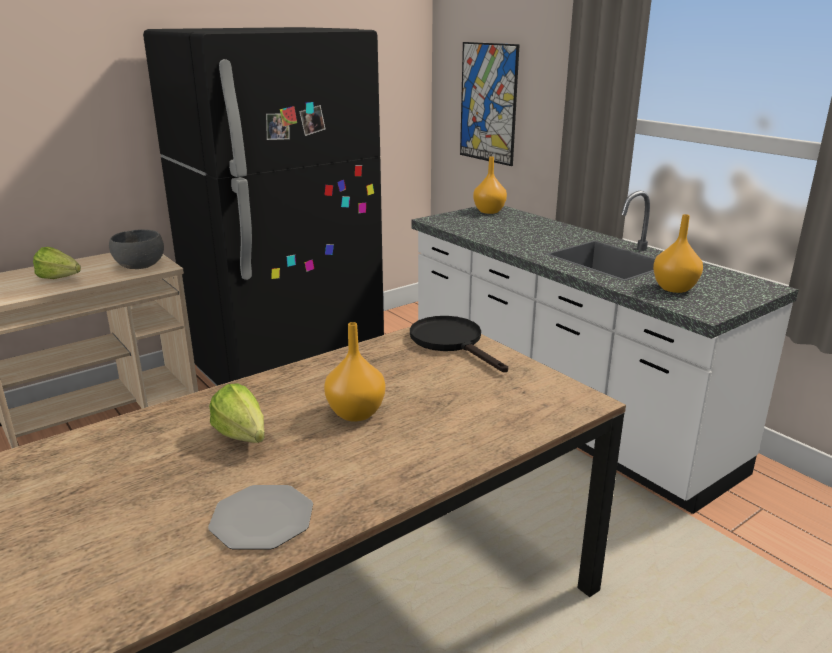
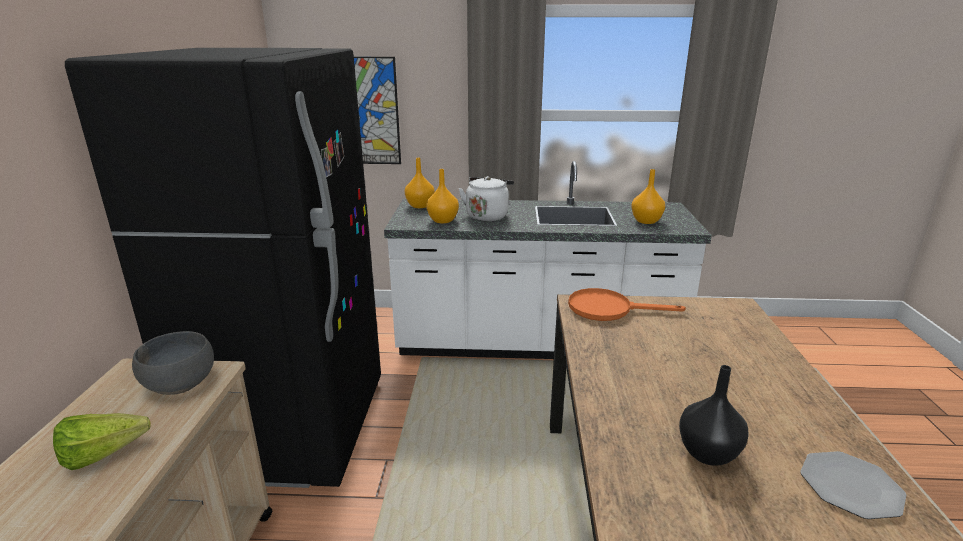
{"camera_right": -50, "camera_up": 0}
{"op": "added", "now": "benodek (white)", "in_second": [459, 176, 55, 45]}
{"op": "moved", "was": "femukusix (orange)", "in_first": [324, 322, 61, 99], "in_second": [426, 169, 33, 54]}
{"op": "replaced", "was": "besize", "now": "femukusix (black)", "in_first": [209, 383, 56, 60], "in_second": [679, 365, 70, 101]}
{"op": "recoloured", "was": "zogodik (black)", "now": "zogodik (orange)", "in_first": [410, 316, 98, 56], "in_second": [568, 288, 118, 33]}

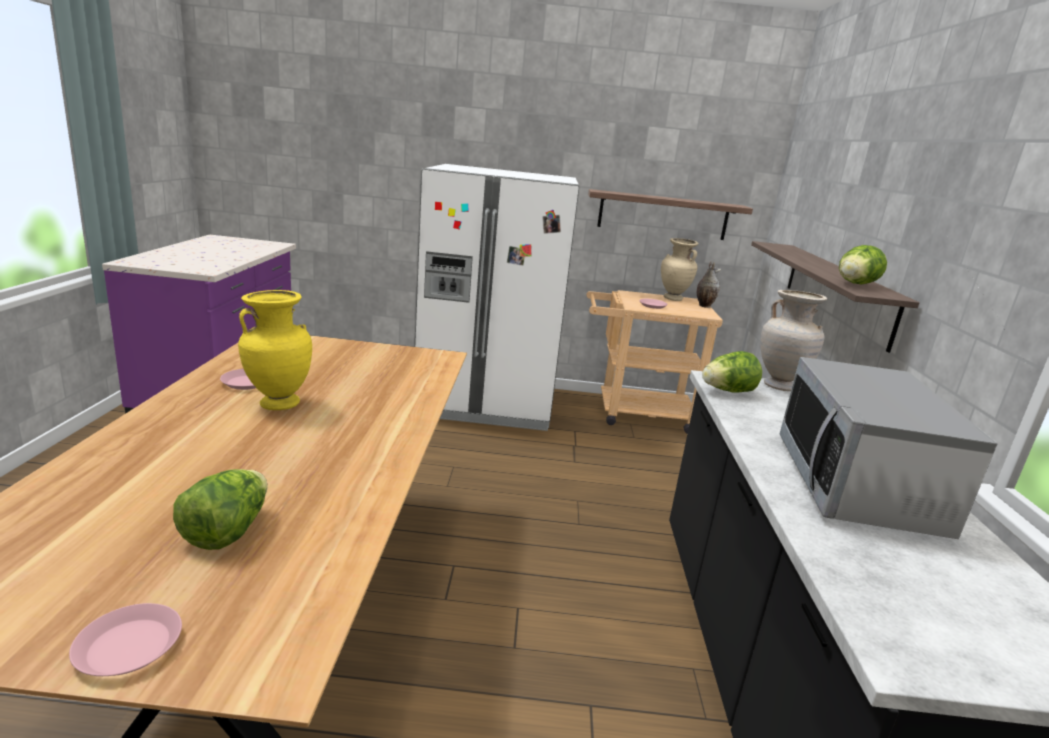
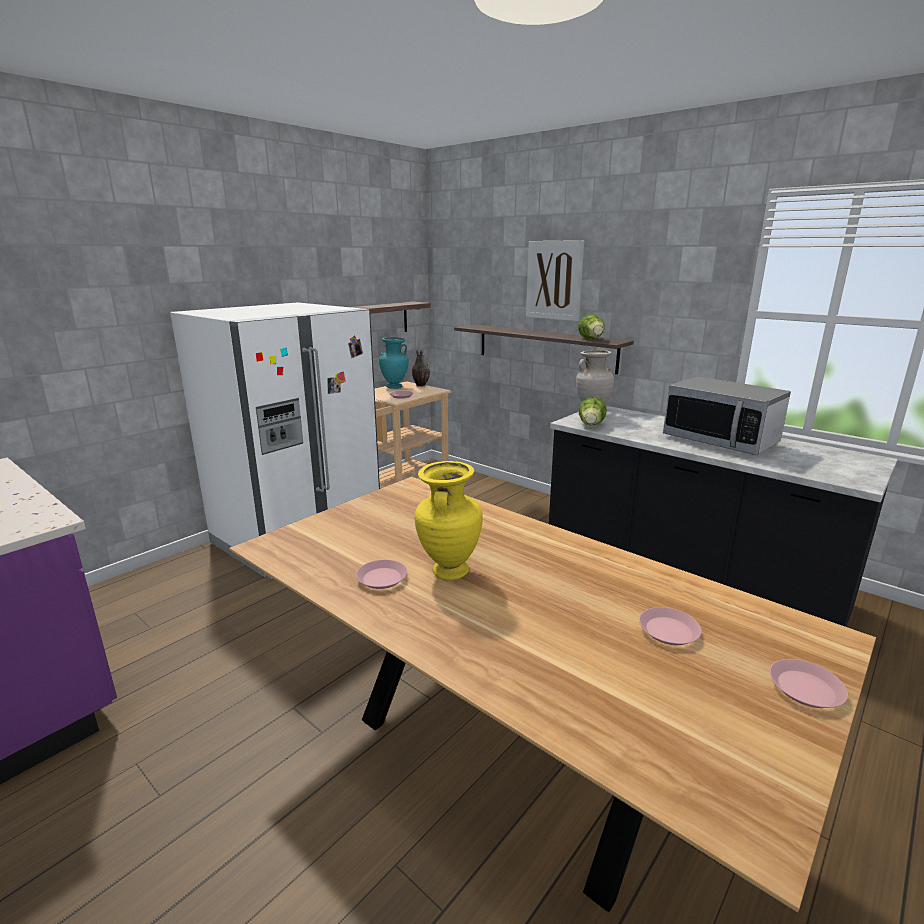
{"camera_right": -50, "camera_up": 0}
{"op": "added", "now": "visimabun", "in_second": [526, 240, 58, 81]}
{"op": "replaced", "was": "besize", "now": "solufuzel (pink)", "in_first": [173, 469, 95, 81], "in_second": [639, 607, 63, 38]}
{"op": "recoloured", "was": "femukusix (beige)", "now": "femukusix (turquoise)", "in_first": [661, 238, 38, 63], "in_second": [379, 337, 30, 52]}

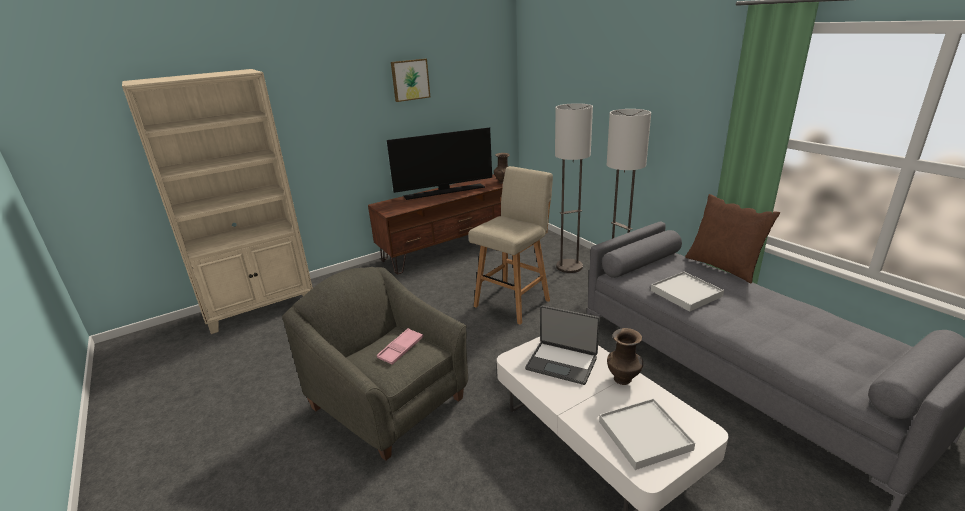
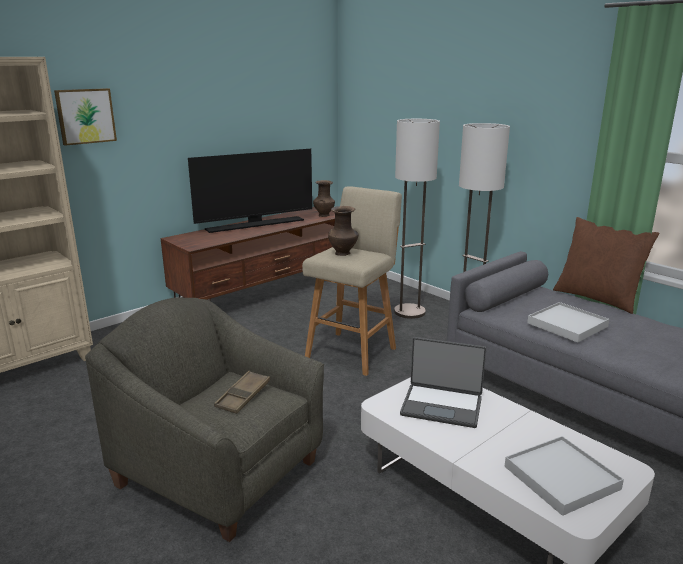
{"camera_right": -10, "camera_up": -5}
{"op": "moved", "was": "visimabun", "in_first": [391, 59, 39, 43], "in_second": [54, 88, 63, 58]}
{"op": "moved", "was": "femukusix (brown)", "in_first": [607, 328, 36, 57], "in_second": [328, 206, 30, 50]}
{"op": "recoloured", "was": "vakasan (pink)", "now": "vakasan (brown)", "in_first": [377, 328, 46, 37], "in_second": [214, 371, 56, 43]}

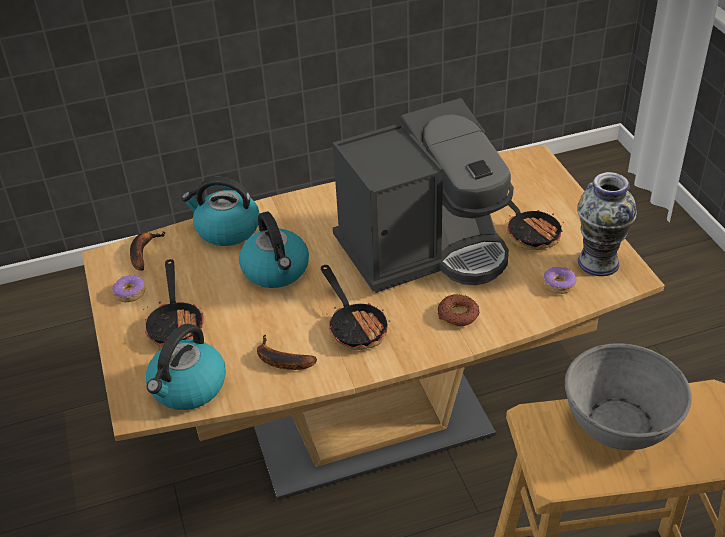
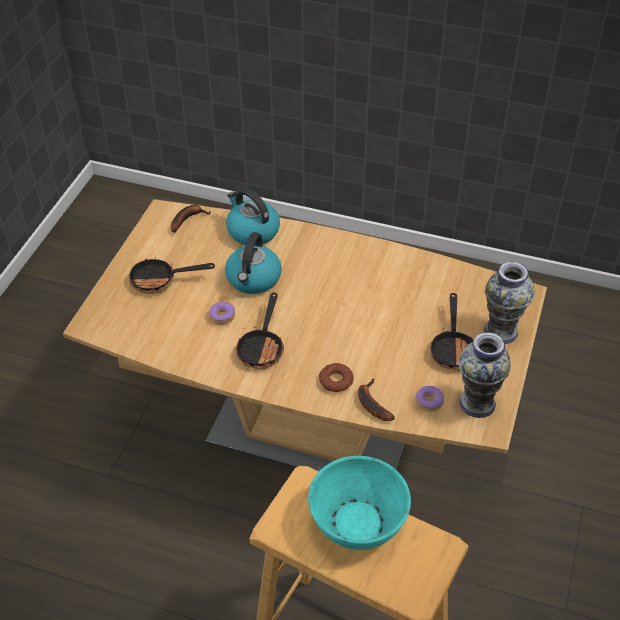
{"camera_right": 35, "camera_up": 5}
{"op": "removed", "was": "benodek", "in_first": [146, 324, 80, 86]}
{"op": "removed", "was": "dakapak", "in_first": [333, 98, 181, 195]}
{"op": "added", "now": "femukusix", "in_second": [484, 262, 51, 82]}
{"op": "moved", "was": "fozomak", "in_first": [113, 275, 32, 27], "in_second": [208, 301, 27, 24]}
{"op": "moved", "was": "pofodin", "in_first": [257, 335, 60, 35], "in_second": [358, 378, 37, 43]}
{"op": "recoloured", "was": "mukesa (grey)", "now": "mukesa (turquoise)", "in_first": [565, 343, 127, 107], "in_second": [308, 456, 103, 94]}
{"op": "turned", "was": "zogodik", "in_first": [143, 259, 61, 88], "in_second": [128, 256, 87, 38], "clockwise": 60}

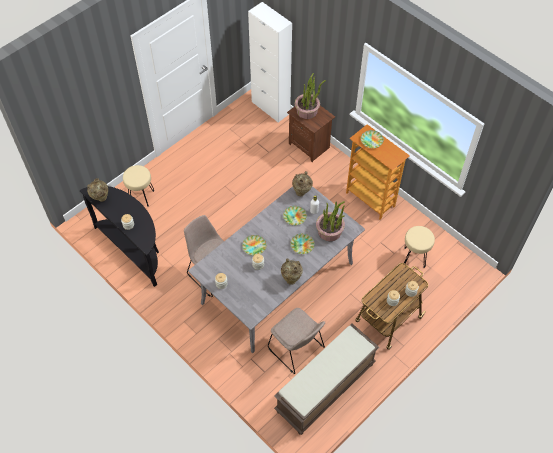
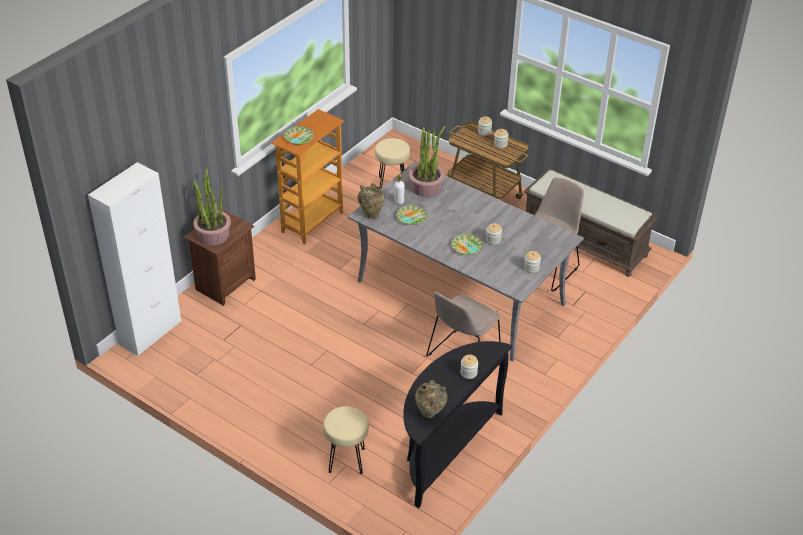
{"camera_right": -100, "camera_up": -15}
{"op": "removed", "was": "femukusix (beige)", "in_first": [281, 258, 22, 27]}
{"op": "removed", "was": "solufuzel", "in_first": [290, 234, 25, 20]}

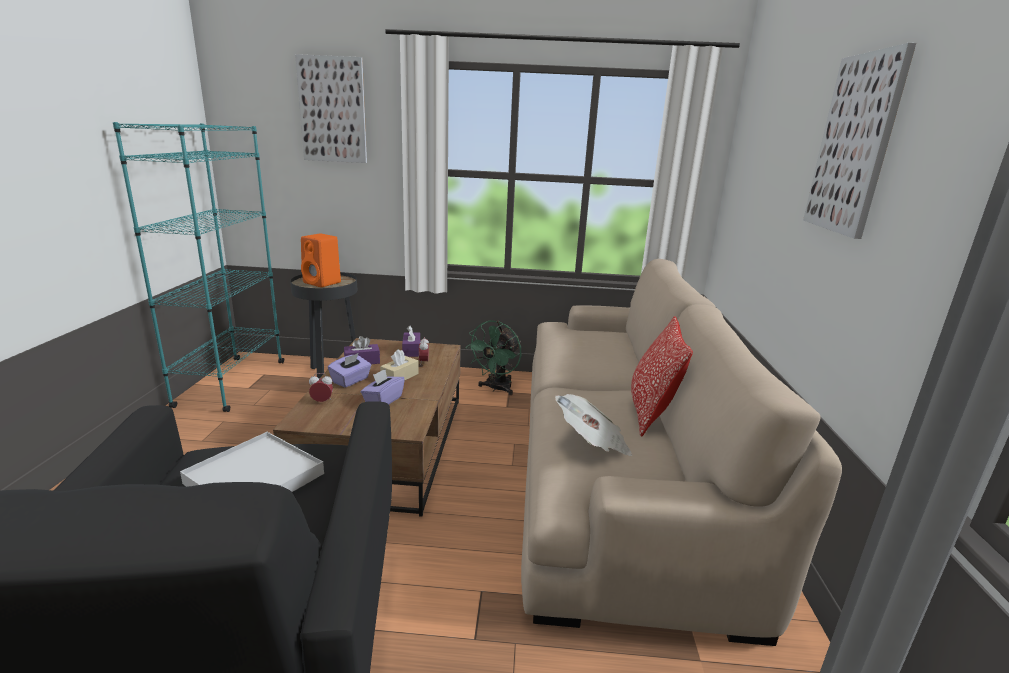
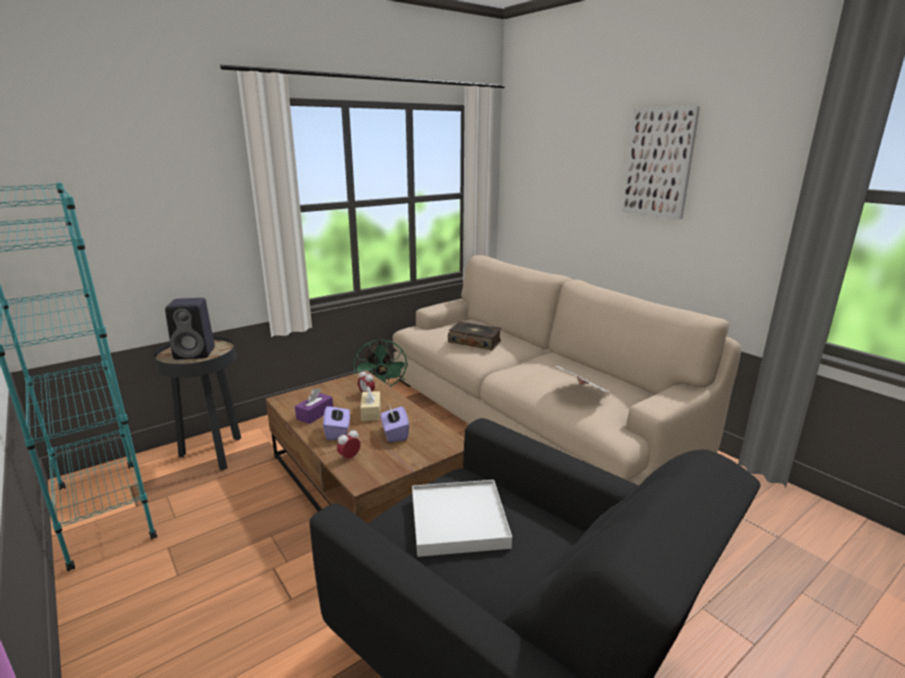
{"camera_right": -40, "camera_up": 0}
{"op": "removed", "was": "visimabun", "in_first": [295, 54, 72, 109]}
{"op": "removed", "was": "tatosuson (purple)", "in_first": [402, 325, 18, 32]}
{"op": "removed", "was": "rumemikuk", "in_first": [631, 316, 62, 120]}
{"op": "added", "now": "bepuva", "in_second": [448, 322, 53, 28]}
{"op": "recoloured", "was": "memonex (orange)", "now": "memonex (black)", "in_first": [301, 233, 40, 54], "in_second": [165, 298, 50, 62]}

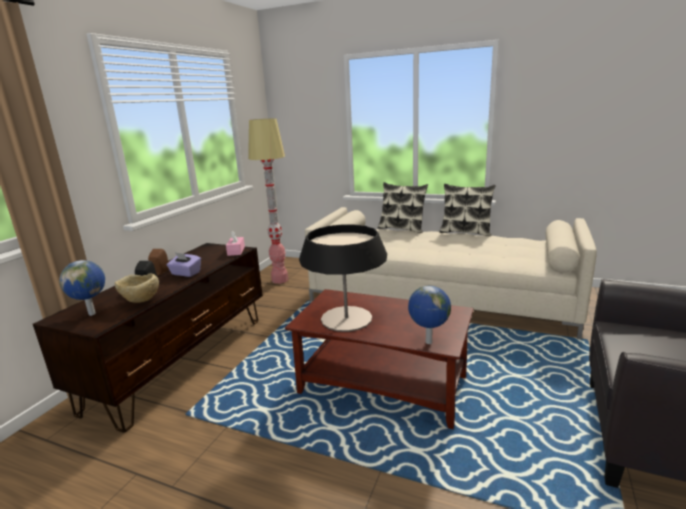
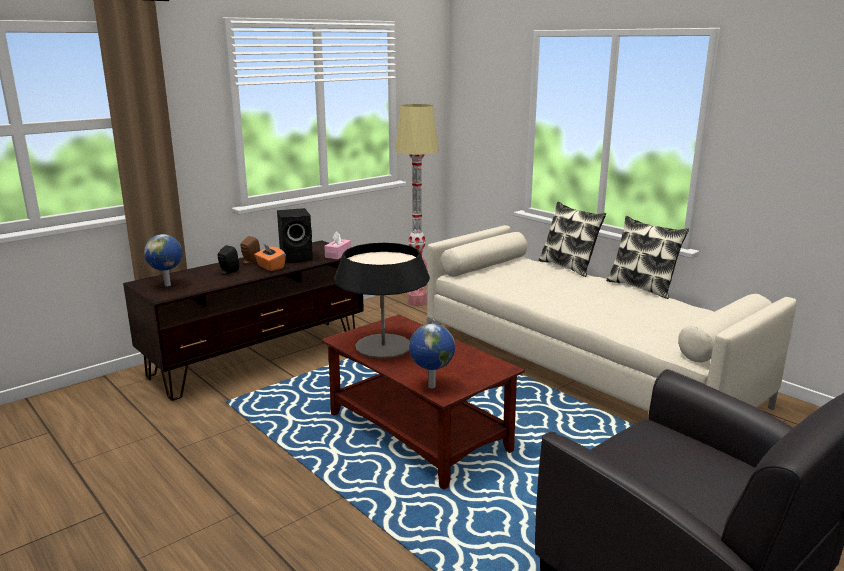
{"camera_right": 25, "camera_up": 0}
{"op": "removed", "was": "mukesa (beige)", "in_first": [115, 274, 44, 29]}
{"op": "added", "now": "memonex (black)", "in_second": [277, 208, 36, 55]}
{"op": "recoloured", "was": "tatosuson (purple)", "now": "tatosuson (orange)", "in_first": [167, 252, 34, 25], "in_second": [254, 243, 32, 28]}

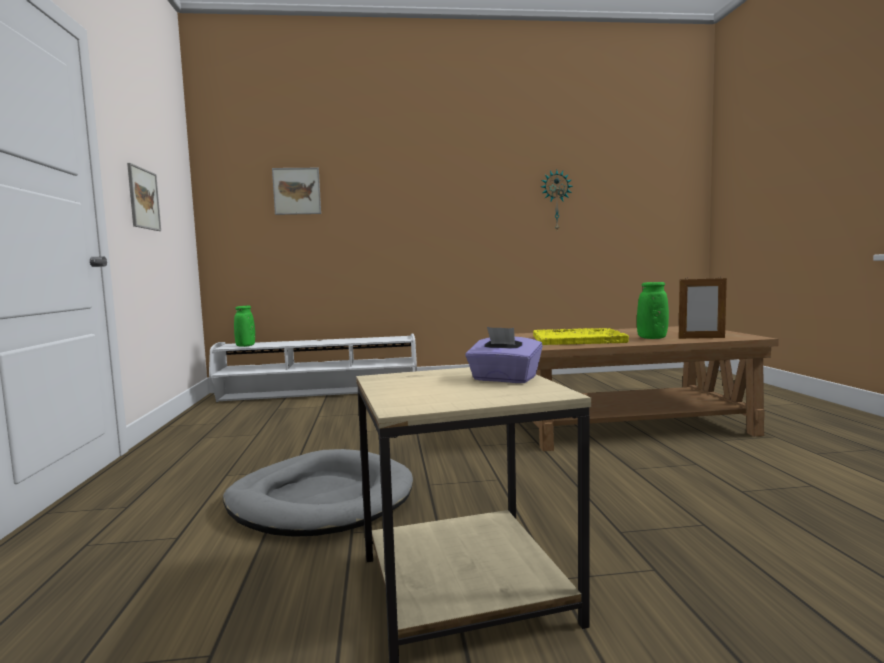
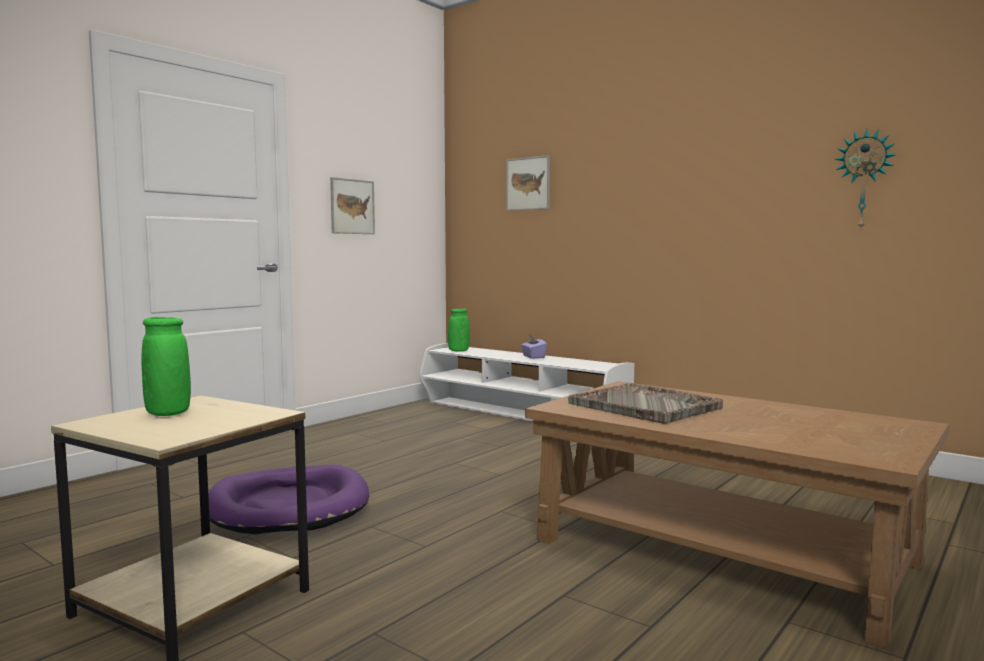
{"camera_right": 45, "camera_up": 0}
{"op": "removed", "was": "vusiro", "in_first": [679, 276, 48, 63]}
{"op": "moved", "was": "tatosuson (purple)", "in_first": [465, 327, 78, 56], "in_second": [521, 335, 26, 24]}
{"op": "moved", "was": "femukusix (green)", "in_first": [637, 282, 32, 57], "in_second": [142, 317, 49, 99]}
{"op": "recoloured", "was": "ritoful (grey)", "now": "ritoful (purple)", "in_first": [223, 449, 190, 88], "in_second": [208, 464, 161, 71]}
{"op": "recoloured", "was": "vakasan (yellow)", "now": "vakasan (grey)", "in_first": [533, 328, 96, 17], "in_second": [568, 383, 155, 41]}

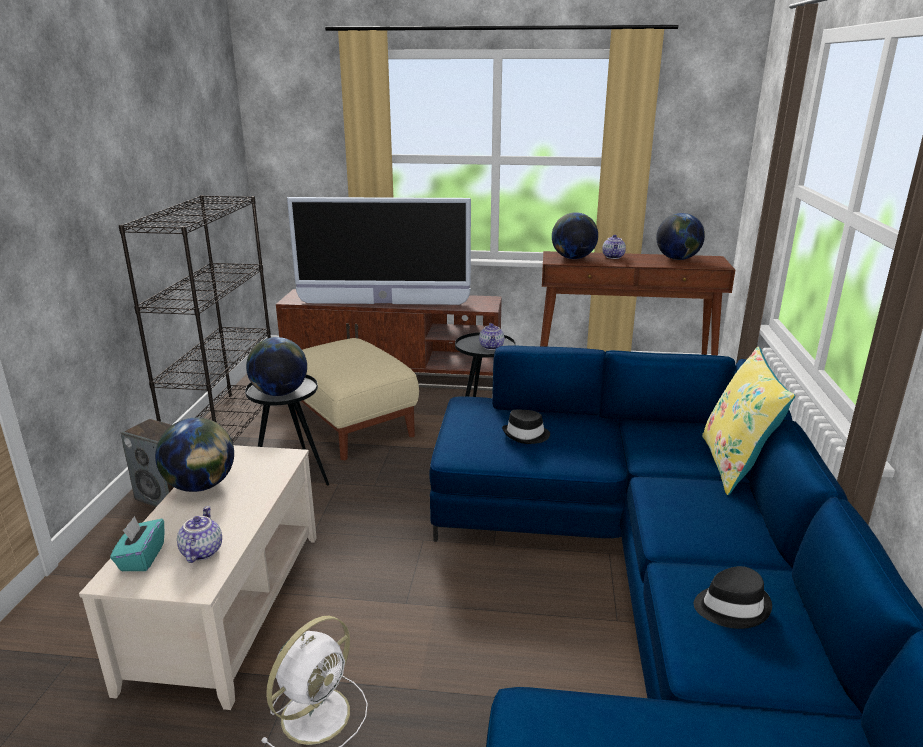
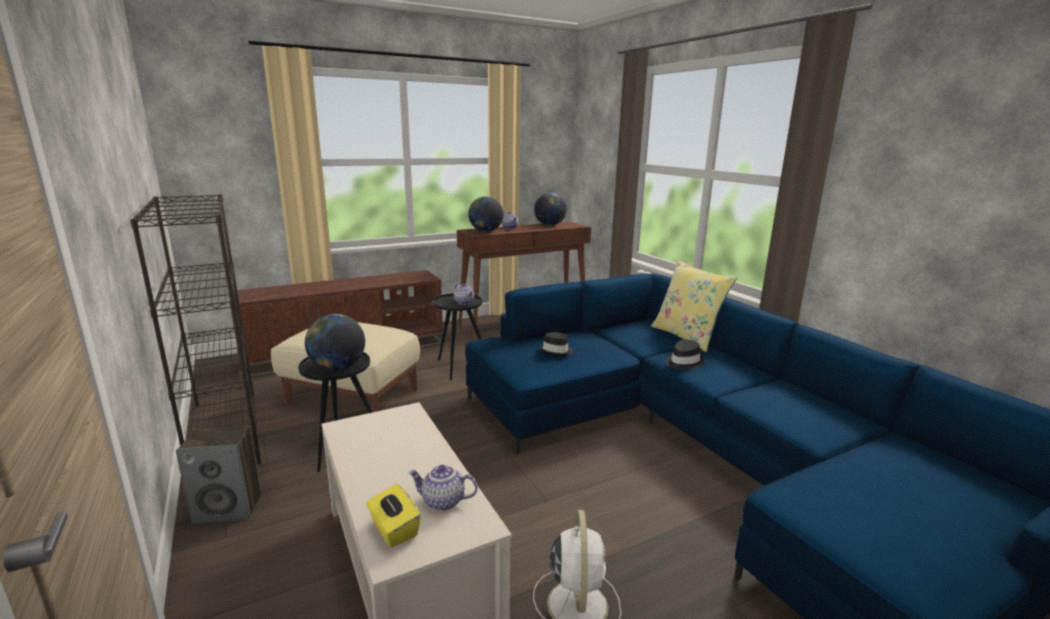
{"camera_right": -35, "camera_up": -5}
{"op": "removed", "was": "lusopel", "in_first": [155, 418, 79, 74]}
{"op": "removed", "was": "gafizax", "in_first": [287, 197, 184, 108]}
{"op": "moved", "was": "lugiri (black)", "in_first": [694, 566, 78, 63], "in_second": [666, 340, 39, 30]}
{"op": "recoloured", "was": "tatosuson (turquoise)", "now": "tatosuson (yellow)", "in_first": [110, 516, 54, 55], "in_second": [366, 484, 55, 64]}
{"op": "turned", "was": "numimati", "in_first": [177, 506, 45, 57], "in_second": [408, 465, 70, 46], "clockwise": -45}

